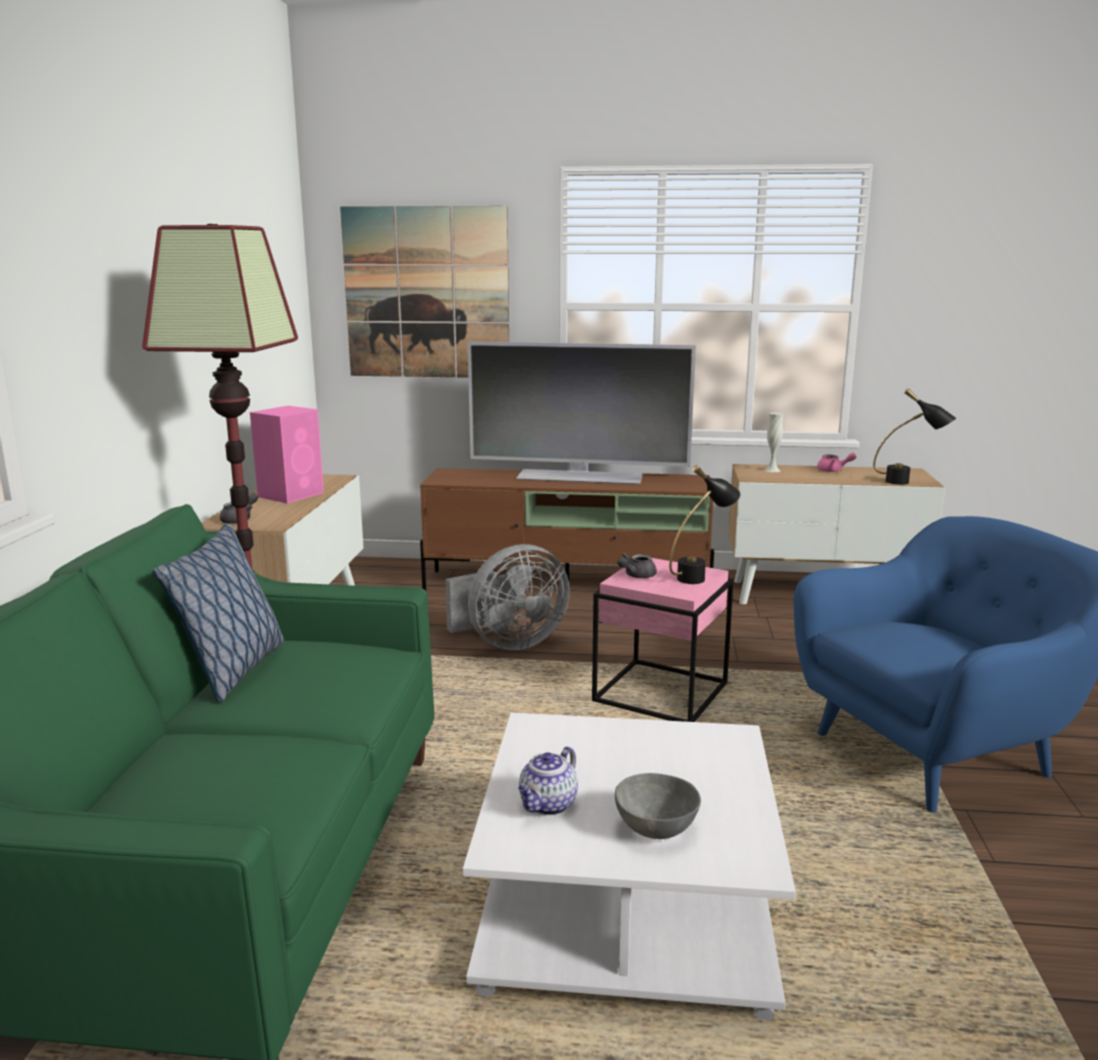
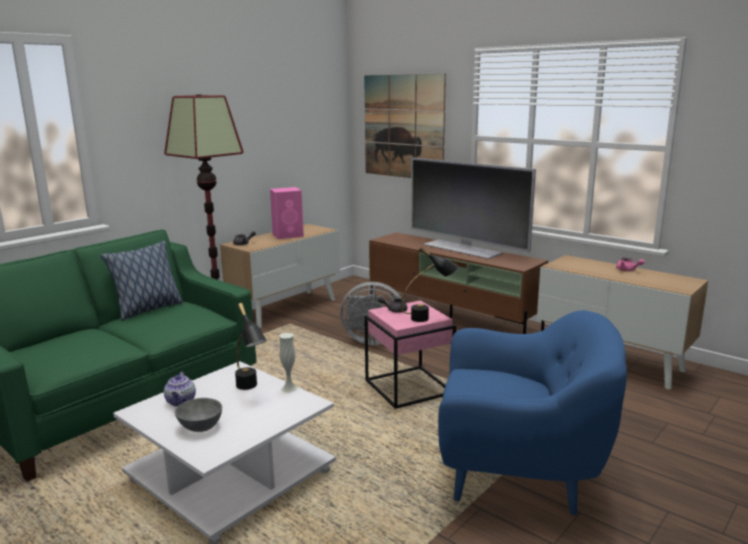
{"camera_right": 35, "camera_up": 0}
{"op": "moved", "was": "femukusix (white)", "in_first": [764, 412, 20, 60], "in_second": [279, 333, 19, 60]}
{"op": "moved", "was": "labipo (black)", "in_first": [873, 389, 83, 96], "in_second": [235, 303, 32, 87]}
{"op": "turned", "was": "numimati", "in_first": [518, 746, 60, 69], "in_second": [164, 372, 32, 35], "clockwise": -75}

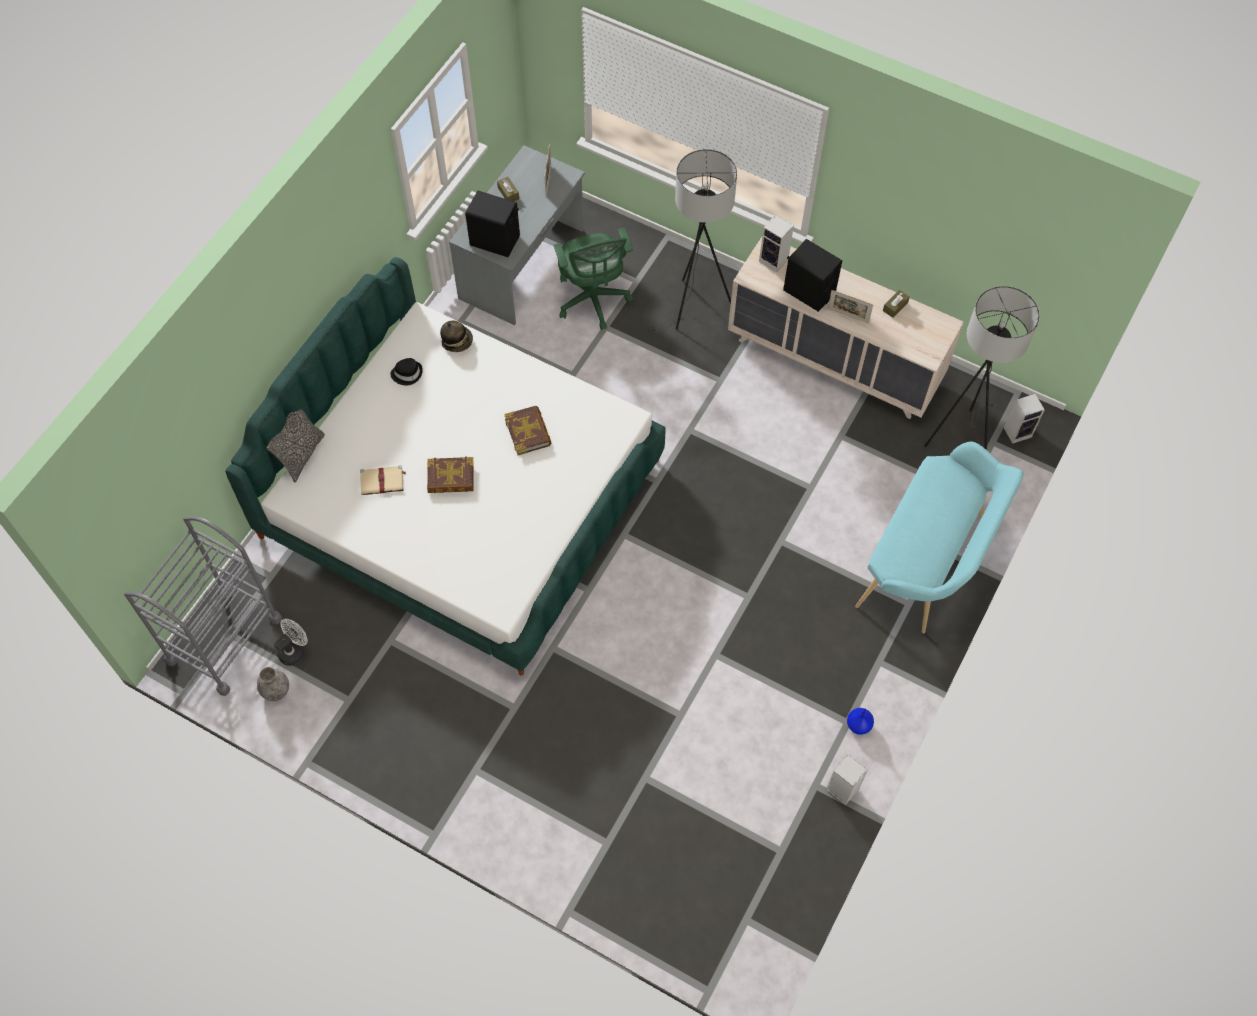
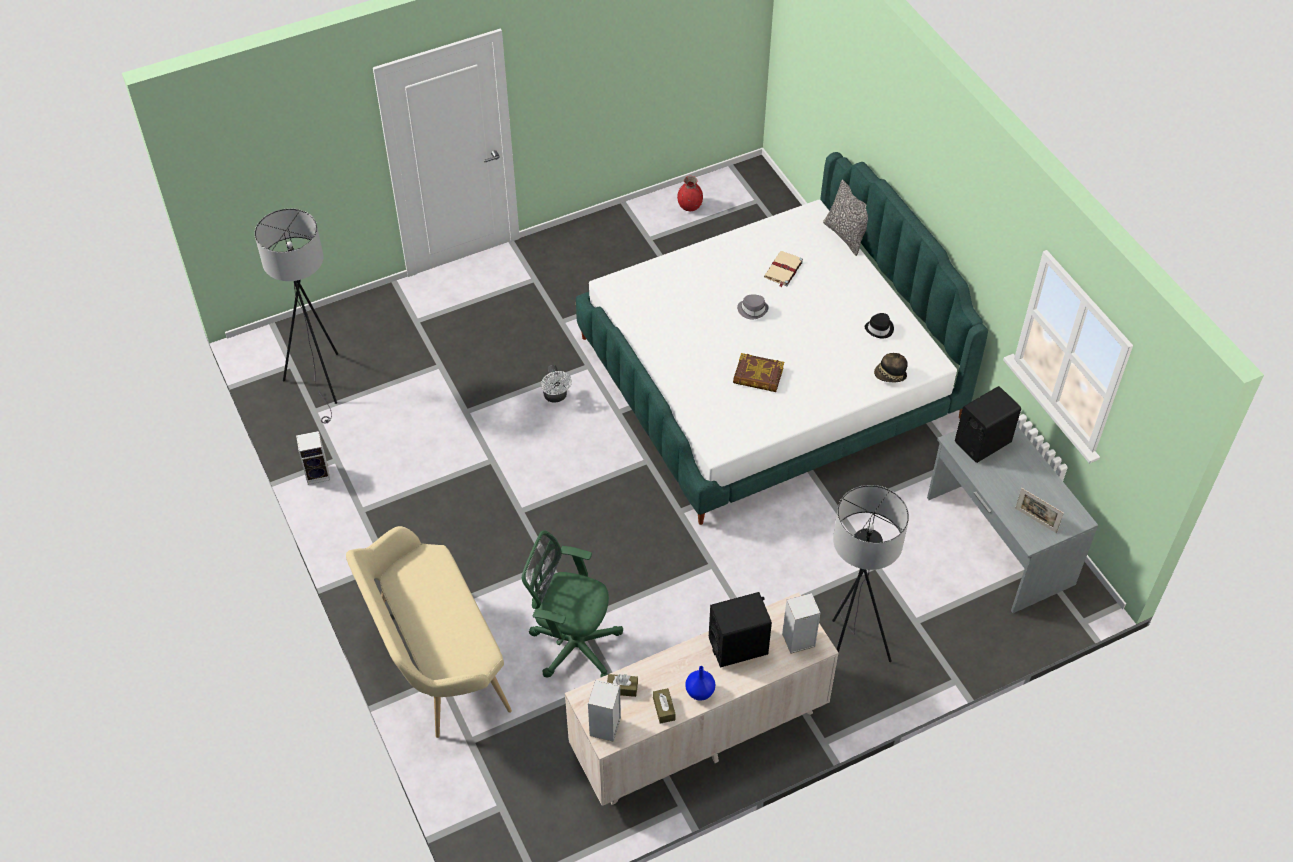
{"camera_right": 125, "camera_up": -10}
{"op": "removed", "was": "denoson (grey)", "in_first": [124, 516, 158, 180]}
{"op": "removed", "was": "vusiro", "in_first": [828, 290, 45, 33]}
{"op": "moved", "was": "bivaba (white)", "in_first": [274, 619, 34, 47], "in_second": [541, 365, 31, 38]}
{"op": "moved", "was": "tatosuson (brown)", "in_first": [497, 177, 22, 25], "in_second": [607, 674, 31, 23]}
{"op": "moved", "was": "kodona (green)", "in_first": [553, 228, 80, 102], "in_second": [522, 530, 101, 147]}
{"op": "moved", "was": "femukusix (blue)", "in_first": [847, 708, 27, 27], "in_second": [685, 666, 31, 35]}
{"op": "moved", "was": "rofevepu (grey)", "in_first": [924, 286, 116, 164], "in_second": [255, 209, 83, 215]}
{"op": "moved", "was": "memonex", "in_first": [1004, 394, 41, 50], "in_second": [588, 680, 33, 62]}
{"op": "replaced", "was": "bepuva", "now": "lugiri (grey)", "in_first": [427, 457, 47, 36], "in_second": [737, 294, 32, 25]}
{"op": "recoloured", "was": "femukusix (grey)", "now": "femukusix (red)", "in_first": [257, 667, 32, 34], "in_second": [677, 176, 26, 35]}
{"op": "recoloured", "was": "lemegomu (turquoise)", "now": "lemegomu (beige)", "in_first": [855, 442, 169, 191], "in_second": [346, 526, 166, 212]}

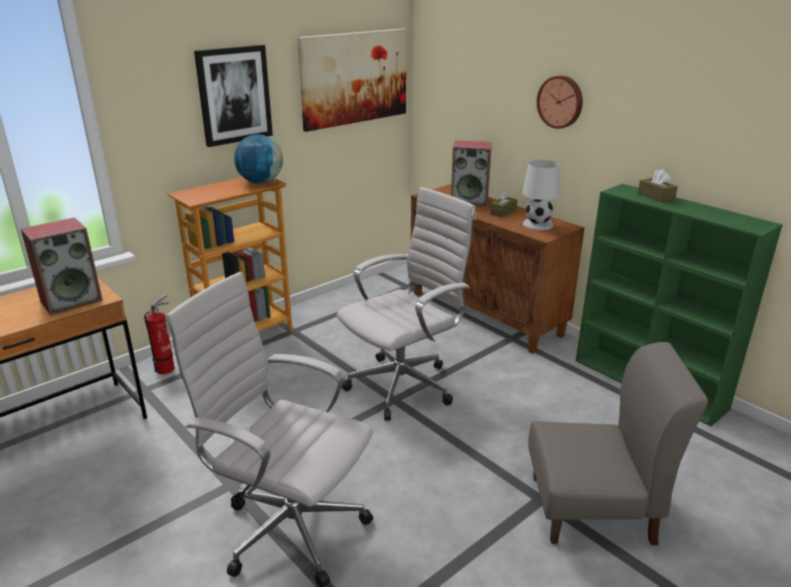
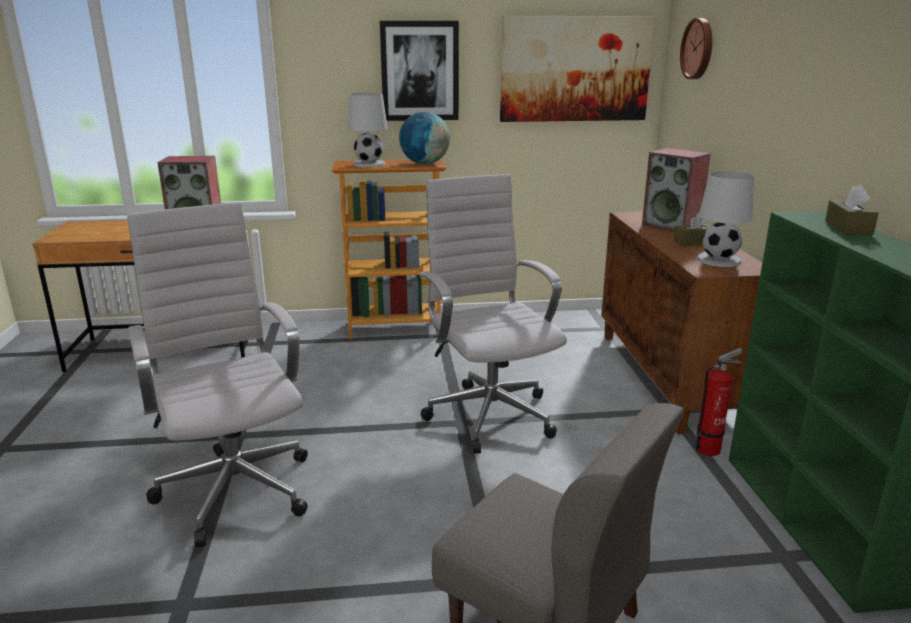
{"camera_right": 35, "camera_up": -5}
{"op": "added", "now": "labipo (white)", "in_second": [348, 93, 40, 74]}
{"op": "moved", "was": "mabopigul", "in_first": [144, 294, 31, 80], "in_second": [695, 348, 47, 108]}
{"op": "moved", "was": "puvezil", "in_first": [537, 75, 46, 54], "in_second": [680, 18, 32, 61]}
{"op": "turned", "was": "kodona (white)", "in_first": [337, 187, 139, 234], "in_second": [419, 174, 148, 279], "clockwise": -105}

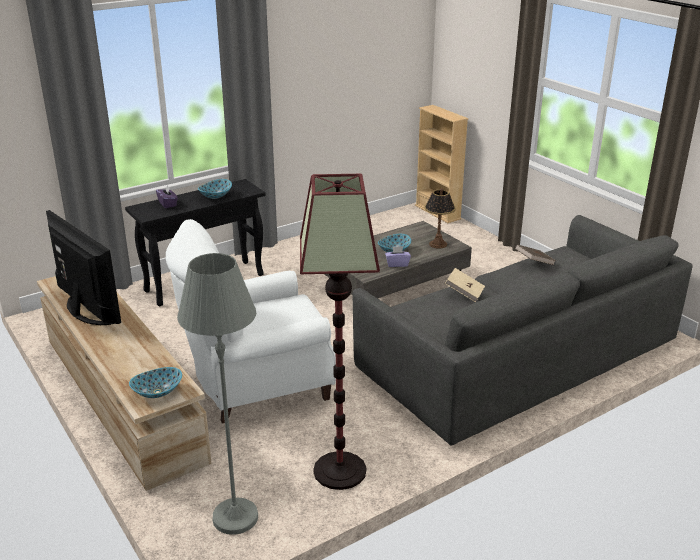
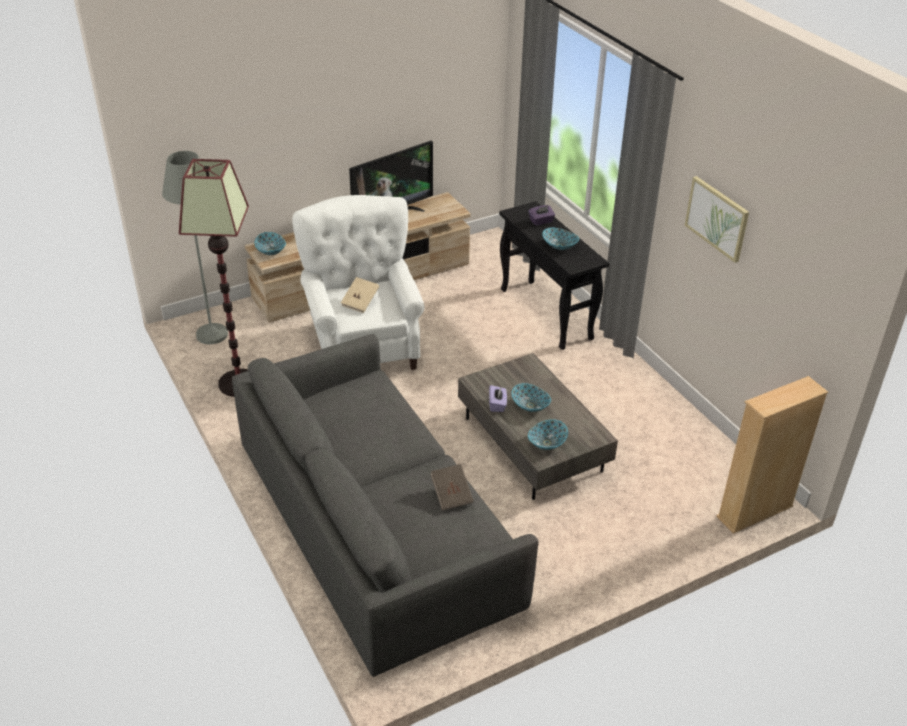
{"camera_right": 95, "camera_up": 10}
{"op": "added", "now": "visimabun", "in_second": [685, 176, 64, 87]}
{"op": "moved", "was": "bepuva (beige)", "in_first": [445, 268, 40, 34], "in_second": [341, 277, 38, 36]}
{"op": "replaced", "was": "labipo", "now": "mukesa", "in_first": [424, 188, 32, 60], "in_second": [528, 419, 40, 31]}

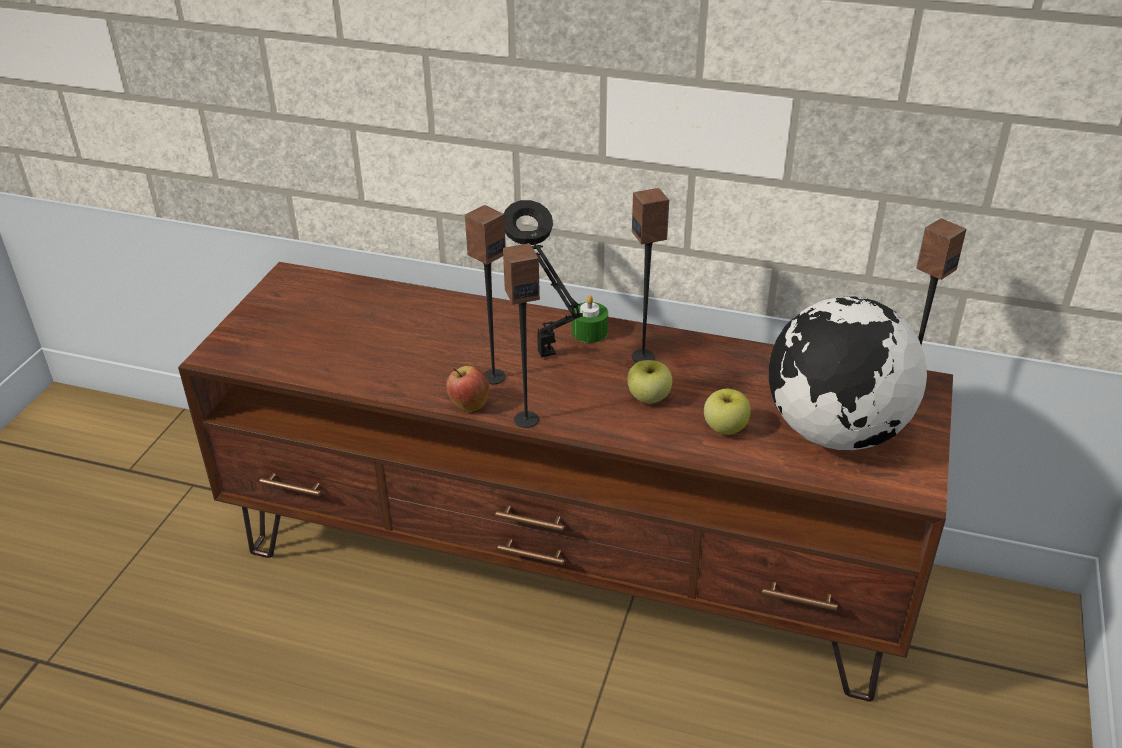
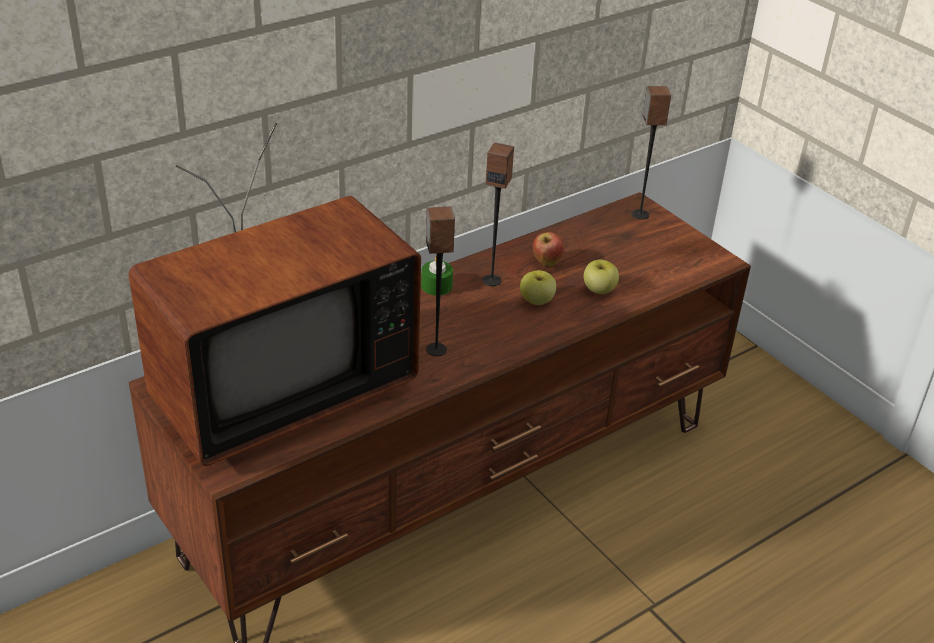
{"camera_right": -55, "camera_up": 0}
{"op": "removed", "was": "memonex", "in_first": [503, 243, 37, 185]}
{"op": "removed", "was": "labipo (black)", "in_first": [504, 200, 79, 157]}
{"op": "removed", "was": "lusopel", "in_first": [769, 296, 158, 154]}
{"op": "added", "now": "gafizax", "in_second": [129, 123, 292, 343]}
{"op": "moved", "was": "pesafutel", "in_first": [446, 366, 44, 46], "in_second": [532, 232, 32, 35]}

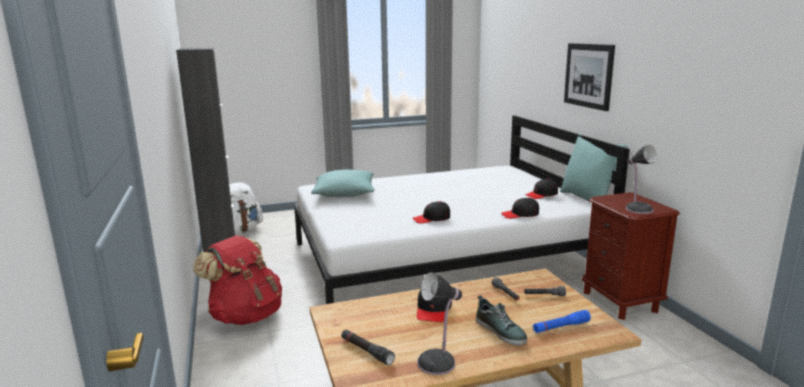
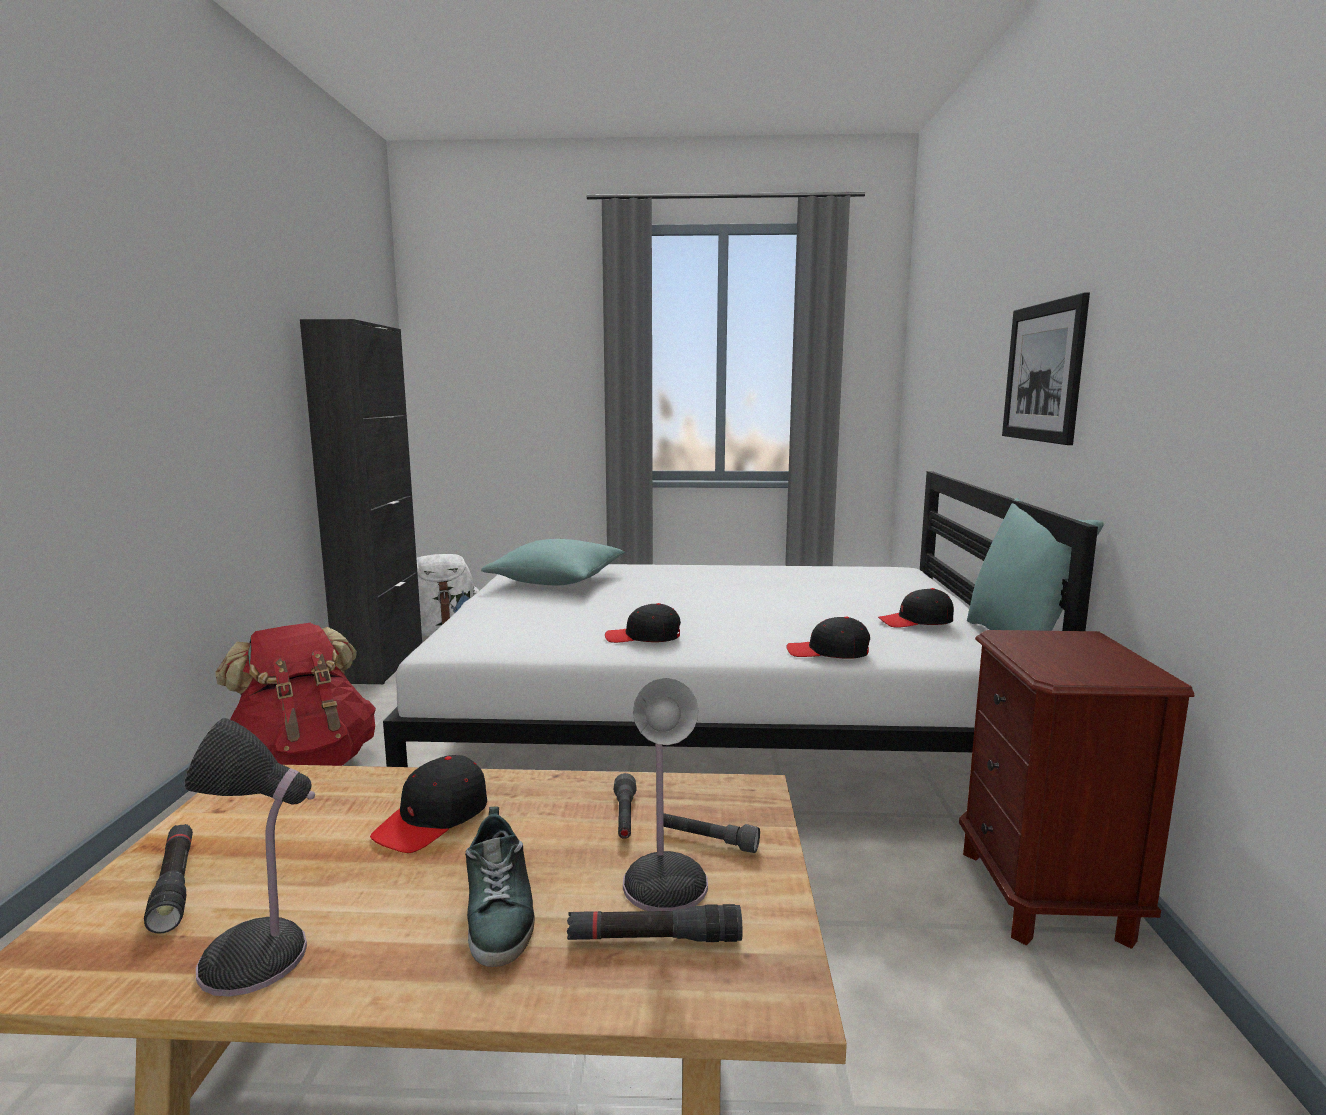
{"camera_right": 20, "camera_up": -5}
{"op": "moved", "was": "labipo", "in_first": [626, 145, 31, 69], "in_second": [623, 678, 85, 233]}
{"op": "recoloured", "was": "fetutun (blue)", "now": "fetutun (black)", "in_first": [533, 310, 58, 23], "in_second": [567, 904, 176, 38]}

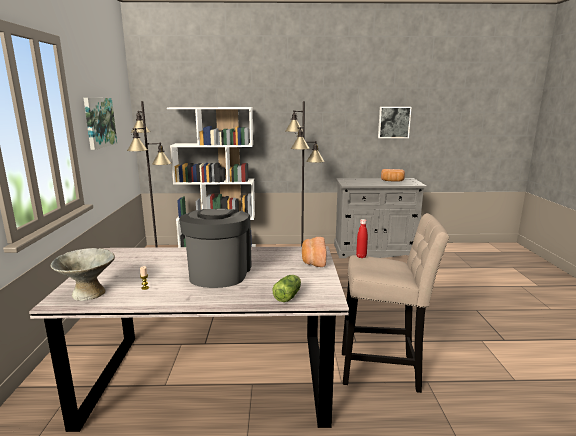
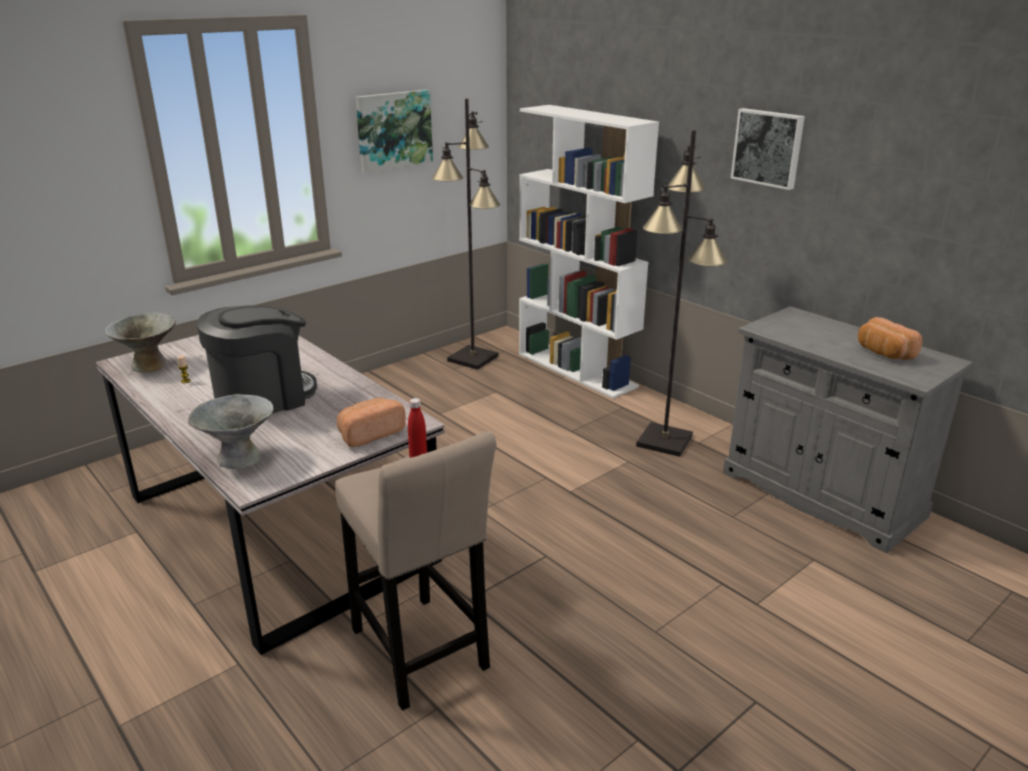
{"camera_right": 50, "camera_up": 10}
{"op": "moved", "was": "visimabun", "in_first": [378, 107, 34, 31], "in_second": [731, 108, 74, 82]}
{"op": "replaced", "was": "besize", "now": "mukesa (grey)", "in_first": [273, 275, 28, 27], "in_second": [188, 394, 86, 75]}

